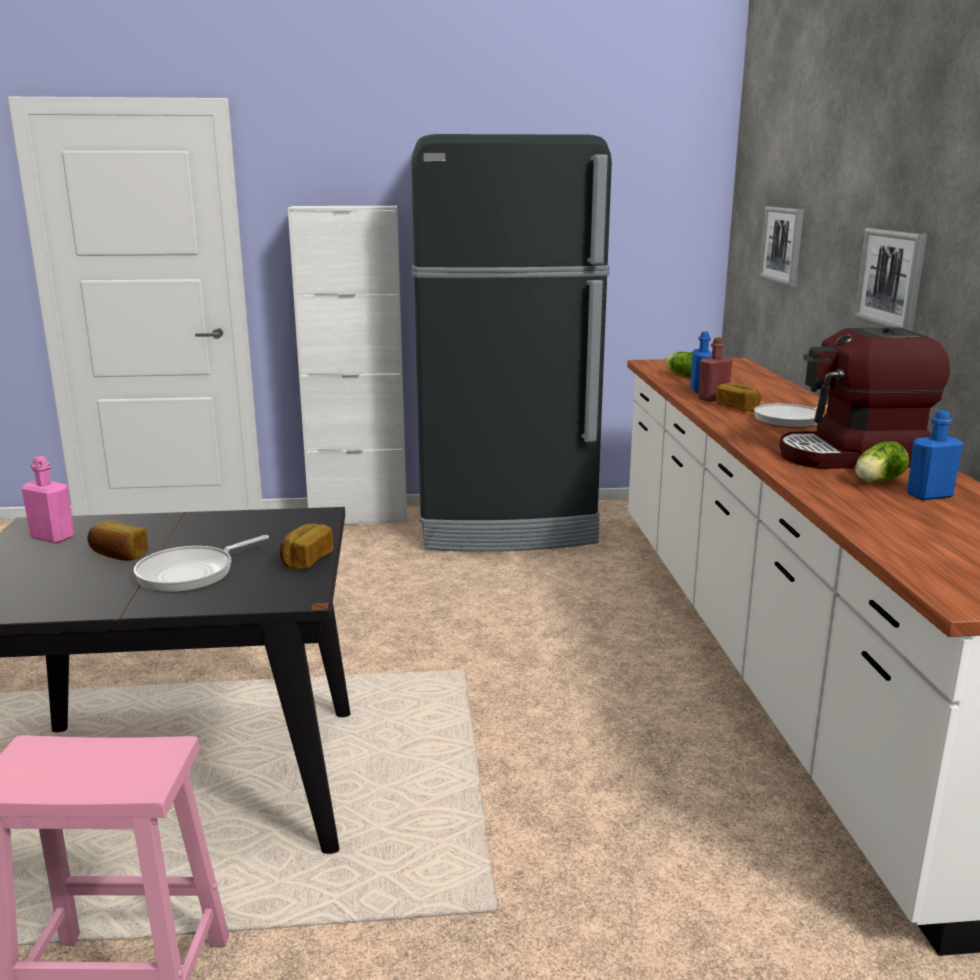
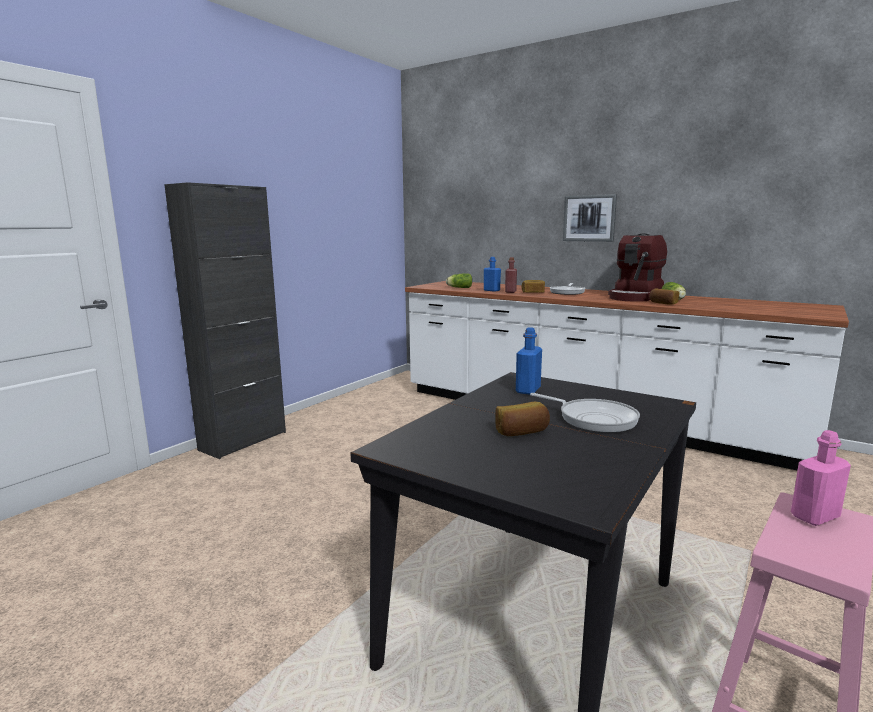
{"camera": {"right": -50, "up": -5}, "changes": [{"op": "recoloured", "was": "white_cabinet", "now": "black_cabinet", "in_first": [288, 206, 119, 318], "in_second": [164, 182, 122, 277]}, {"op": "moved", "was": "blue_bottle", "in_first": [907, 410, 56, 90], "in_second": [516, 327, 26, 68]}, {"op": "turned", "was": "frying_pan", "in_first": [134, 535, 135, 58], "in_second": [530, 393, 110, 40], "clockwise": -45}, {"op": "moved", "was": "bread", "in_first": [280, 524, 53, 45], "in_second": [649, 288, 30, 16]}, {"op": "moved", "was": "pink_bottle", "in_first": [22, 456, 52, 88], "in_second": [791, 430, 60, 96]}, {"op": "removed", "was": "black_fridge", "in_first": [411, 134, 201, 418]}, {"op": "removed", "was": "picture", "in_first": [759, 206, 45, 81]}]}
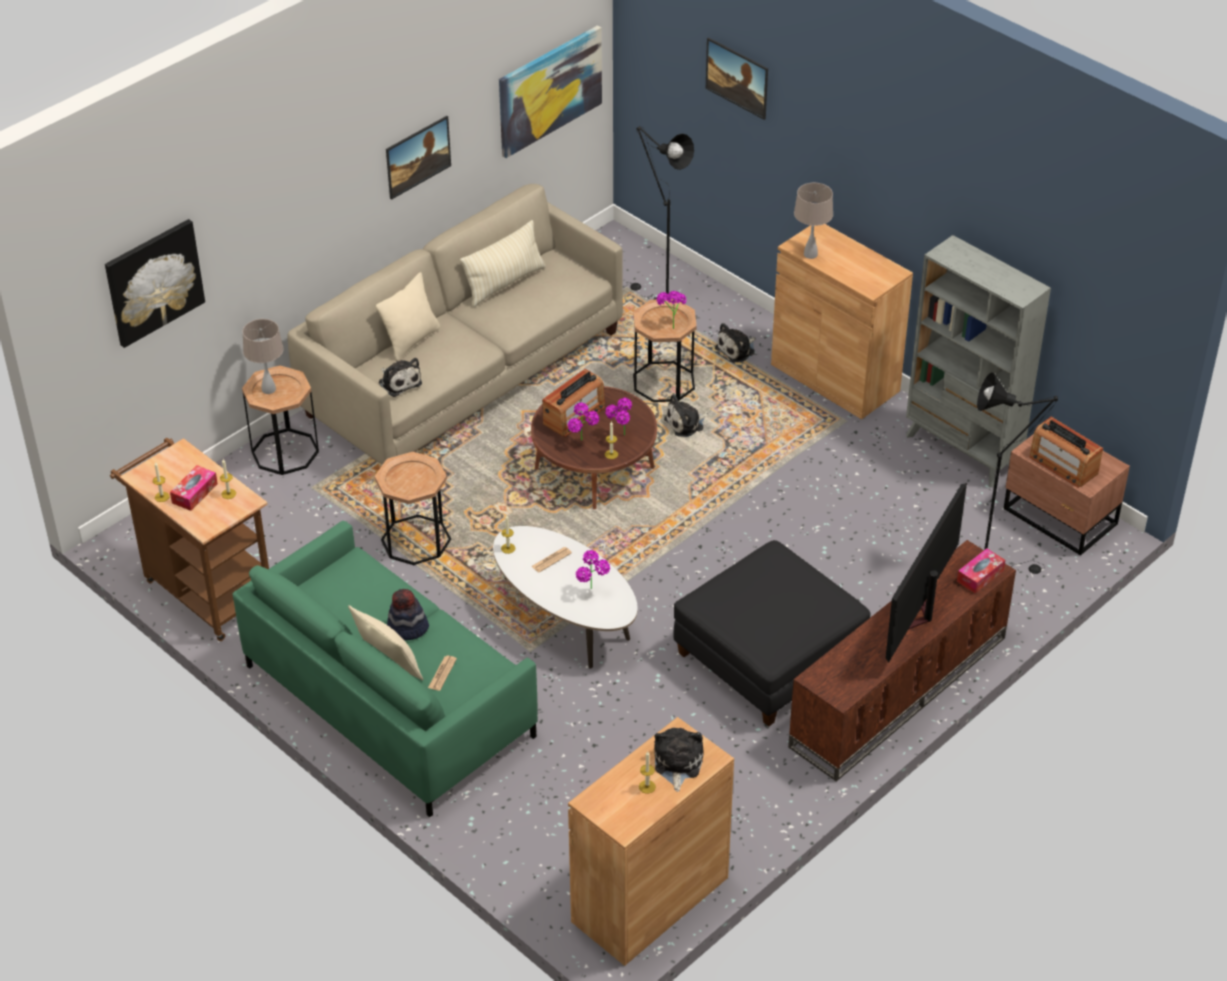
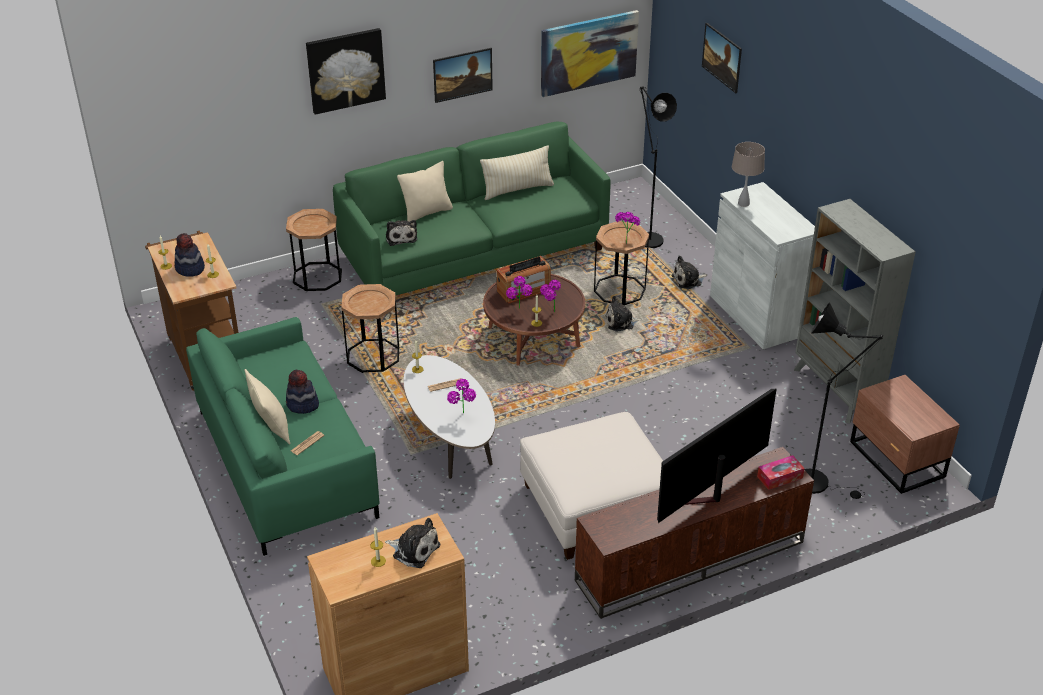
{"camera": {"right": 20, "up": -5}, "changes": [{"op": "replaced", "was": "tissue_box", "now": "hat", "in_first": [170, 465, 48, 46], "in_second": [175, 233, 30, 44]}, {"op": "moved", "was": "picture", "in_first": [105, 219, 100, 129], "in_second": [306, 28, 80, 87]}, {"op": "recoloured", "was": "beige_sofa", "now": "green_sofa", "in_first": [287, 184, 336, 281], "in_second": [333, 122, 278, 173]}, {"op": "turned", "was": "plush_toy", "in_first": [654, 728, 50, 64], "in_second": [385, 518, 55, 50], "clockwise": 90}, {"op": "recoloured", "was": "black_ottoman", "now": "white_ottoman", "in_first": [674, 540, 197, 186], "in_second": [520, 412, 143, 148]}, {"op": "recoloured", "was": "brown_cabinet", "now": "white_cabinet", "in_first": [771, 224, 142, 195], "in_second": [710, 182, 105, 167]}, {"op": "removed", "was": "beige_table_lamp", "in_first": [242, 319, 42, 75]}, {"op": "removed", "was": "radio", "in_first": [1030, 417, 73, 71]}]}
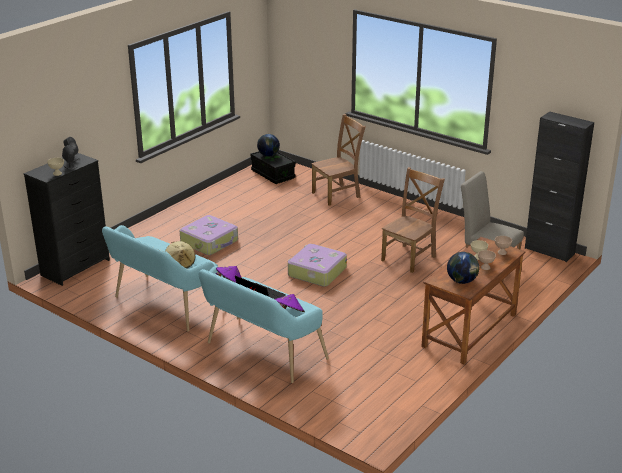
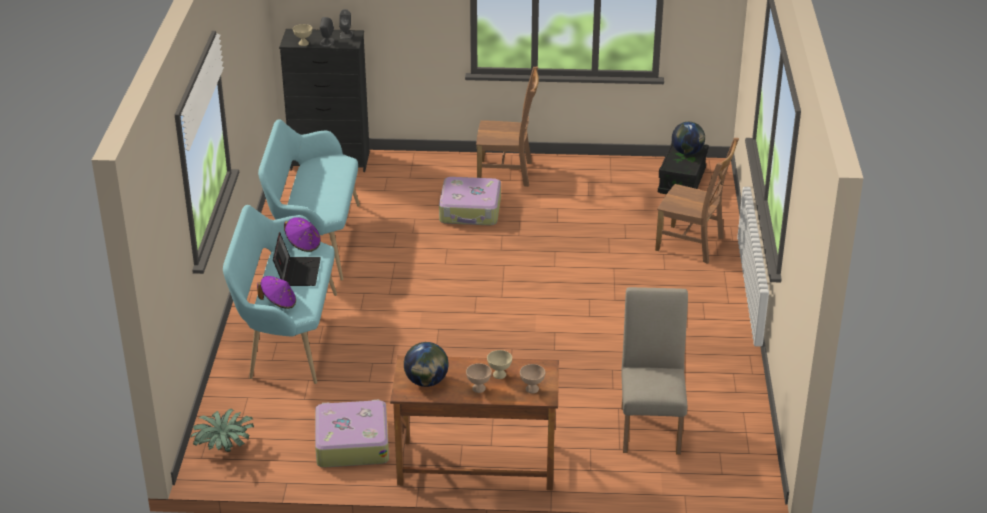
{"camera": {"right": 55, "up": 5}, "changes": [{"op": "added", "now": "potted_plant", "in_second": [191, 409, 63, 43]}, {"op": "moved", "was": "suitcase", "in_first": [288, 244, 59, 43], "in_second": [315, 400, 74, 67]}, {"op": "moved", "was": "brown_chair", "in_first": [381, 167, 64, 106], "in_second": [476, 66, 63, 121]}, {"op": "removed", "was": "beige_hat", "in_first": [166, 241, 30, 28]}, {"op": "removed", "was": "black_cabinet", "in_first": [525, 112, 69, 150]}]}
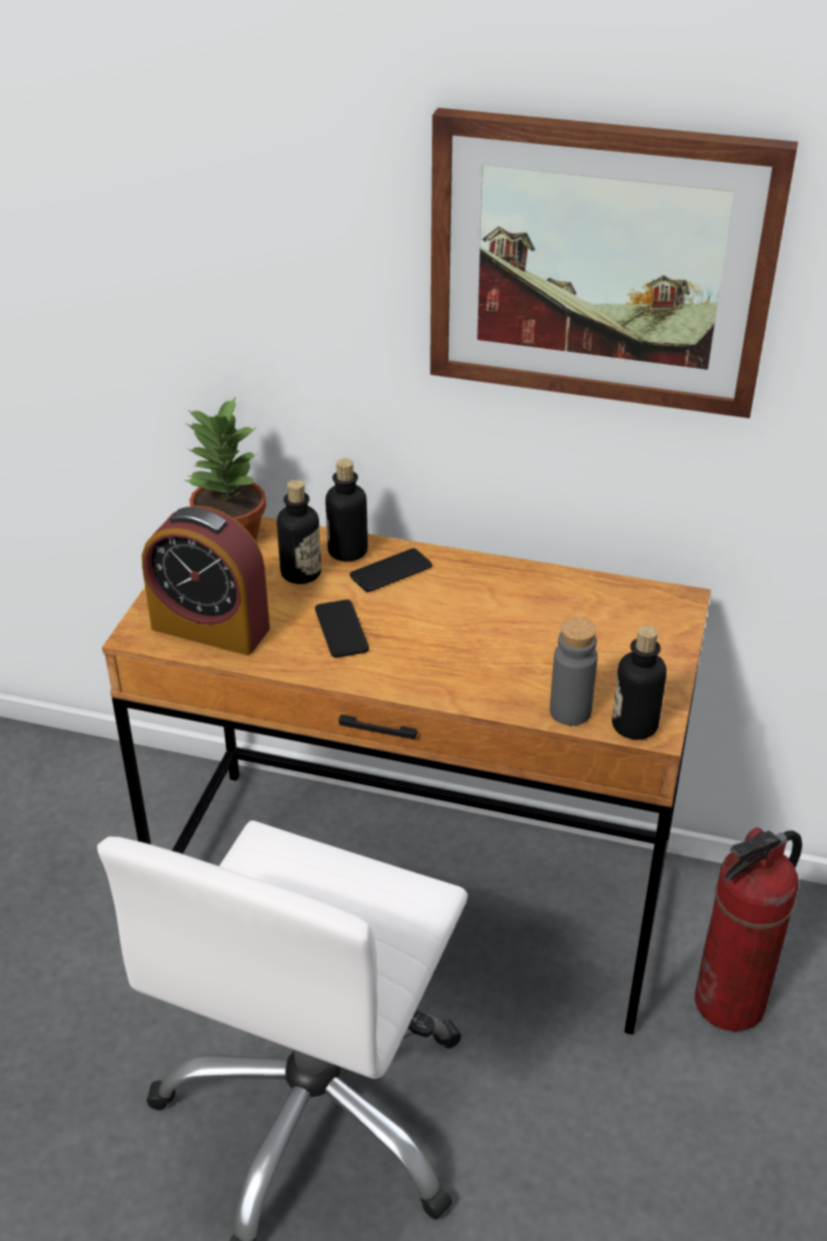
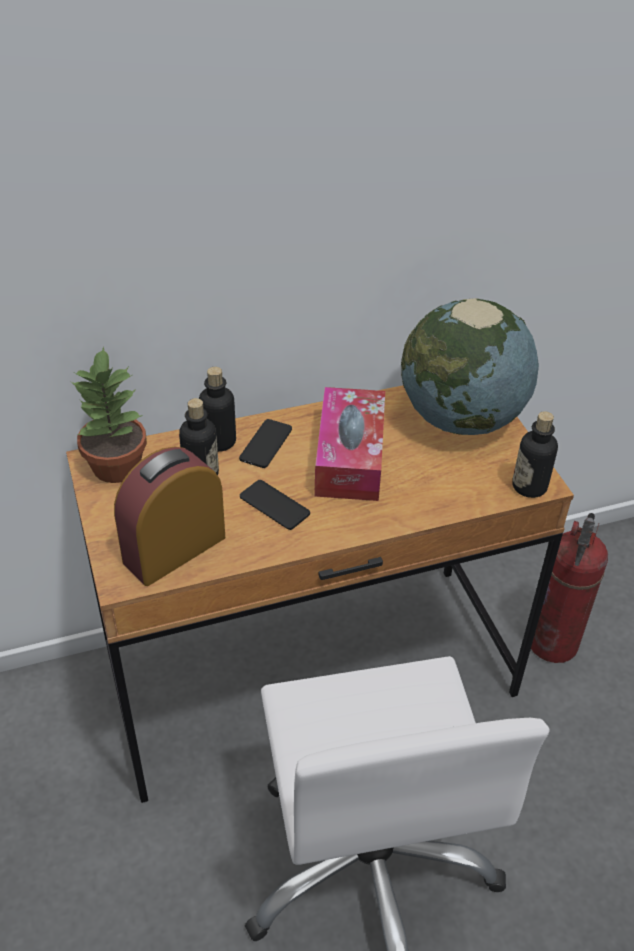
{"camera": {"right": -35, "up": 5}, "changes": [{"op": "turned", "was": "alarm_clock", "in_first": [142, 505, 128, 150], "in_second": [114, 446, 111, 140], "clockwise": 150}, {"op": "added", "now": "tissue_box", "in_second": [314, 387, 71, 114]}, {"op": "added", "now": "globe", "in_second": [401, 298, 138, 137]}, {"op": "removed", "was": "picture", "in_first": [430, 108, 368, 310]}, {"op": "removed", "was": "grey_bottle", "in_first": [550, 617, 48, 109]}]}
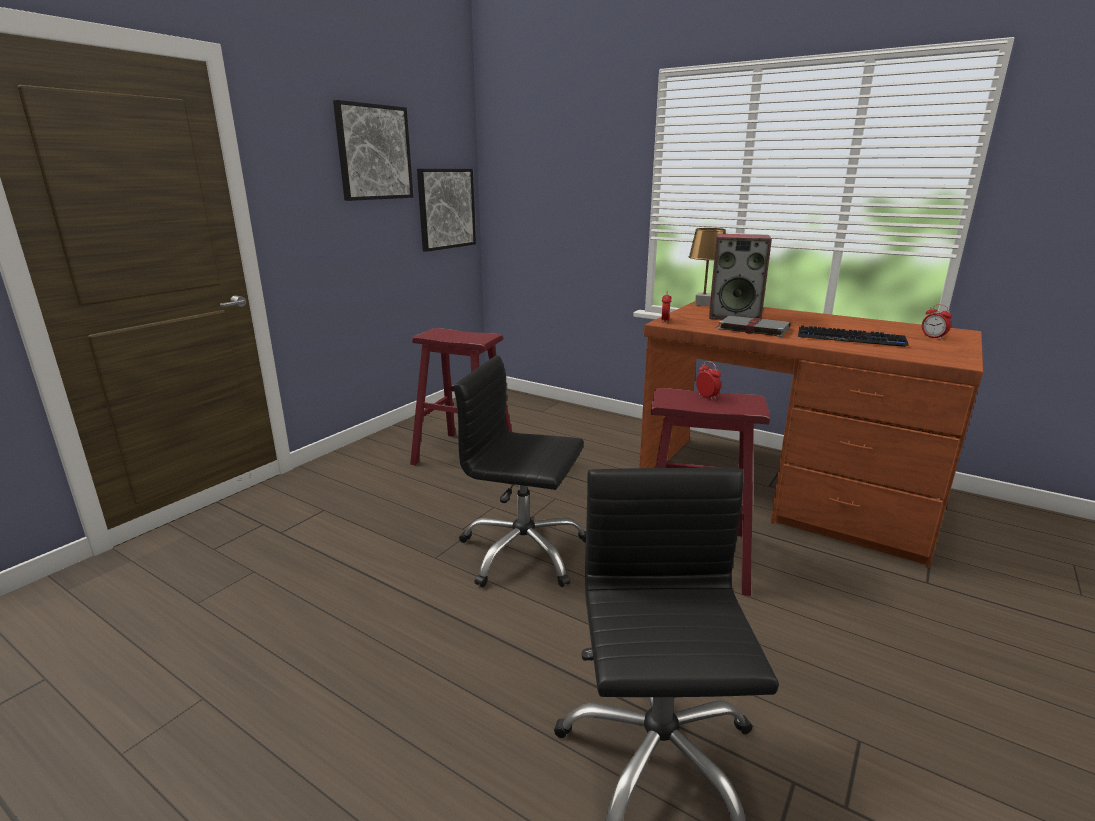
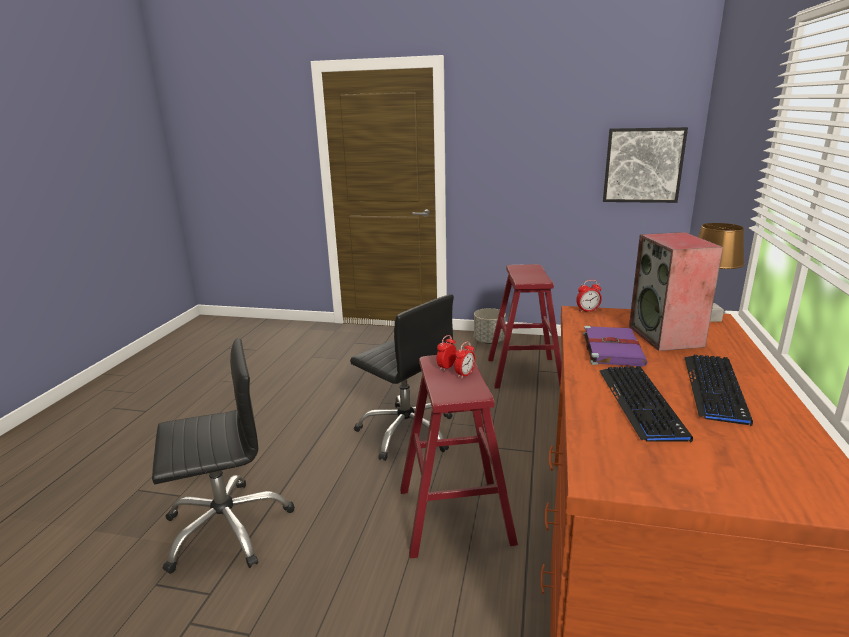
{"camera": {"right": 70, "up": 0}, "changes": [{"op": "turned", "was": "black_office_chair", "in_first": [453, 355, 133, 232], "in_second": [350, 294, 104, 167], "clockwise": 135}, {"op": "moved", "was": "alarm_clock", "in_first": [922, 304, 30, 36], "in_second": [436, 335, 21, 36]}, {"op": "added", "now": "grey_planter", "in_second": [474, 308, 32, 36]}, {"op": "recoloured", "was": "grey_book", "now": "purple_book", "in_first": [715, 315, 76, 22], "in_second": [583, 326, 65, 40]}, {"op": "added", "now": "keyboard", "in_second": [684, 355, 69, 71]}, {"op": "removed", "was": "picture", "in_first": [333, 100, 80, 101]}]}
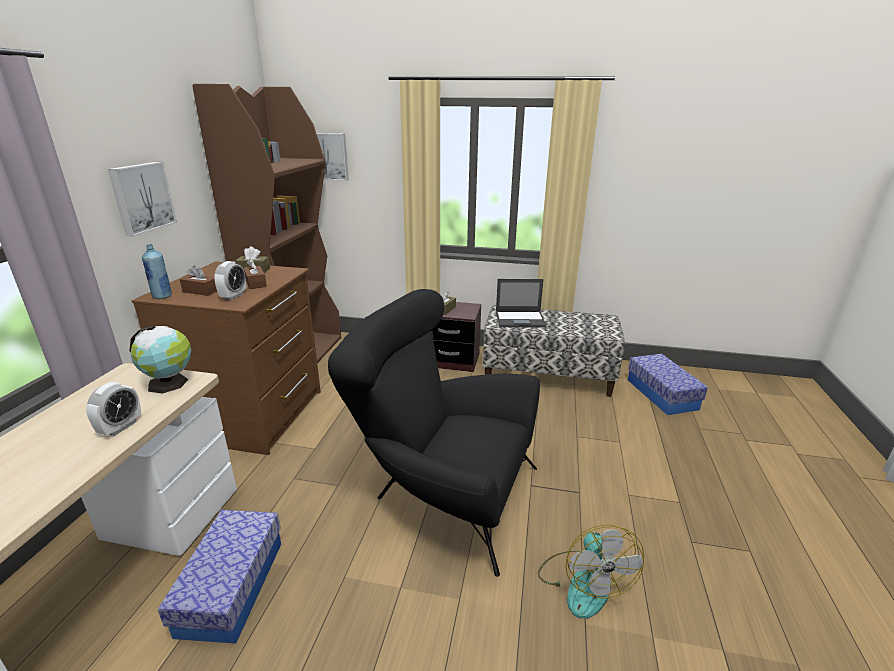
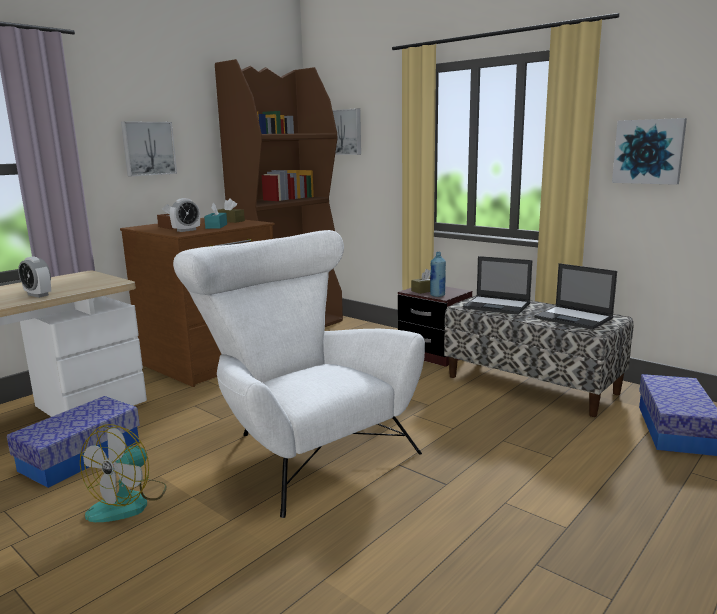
{"camera": {"right": 30, "up": -10}, "changes": [{"op": "turned", "was": "alarm_clock", "in_first": [86, 382, 55, 54], "in_second": [18, 257, 33, 41], "clockwise": 75}, {"op": "moved", "was": "fan", "in_first": [538, 525, 106, 94], "in_second": [80, 424, 87, 98]}, {"op": "recoloured", "was": "black_armchair", "now": "white_armchair", "in_first": [328, 289, 212, 288], "in_second": [173, 230, 252, 288]}, {"op": "recoloured", "was": "brown_tissue_box", "now": "turquoise_tissue_box", "in_first": [244, 258, 23, 31], "in_second": [204, 203, 23, 26]}, {"op": "moved", "was": "blue_bottle", "in_first": [142, 244, 30, 55], "in_second": [430, 252, 16, 45]}, {"op": "added", "now": "laptop", "in_second": [534, 263, 83, 67]}, {"op": "added", "now": "picture", "in_second": [612, 118, 75, 67]}, {"op": "removed", "was": "globe", "in_first": [130, 325, 61, 69]}]}
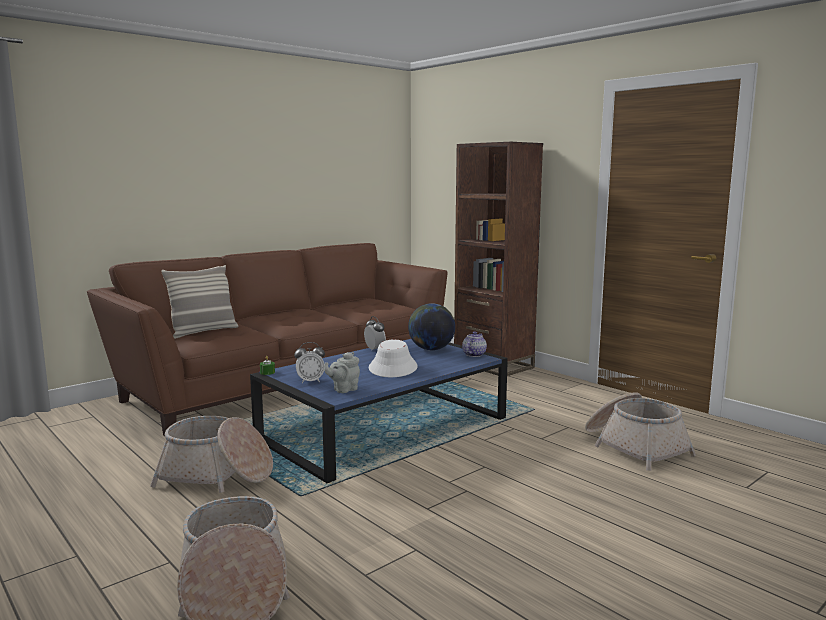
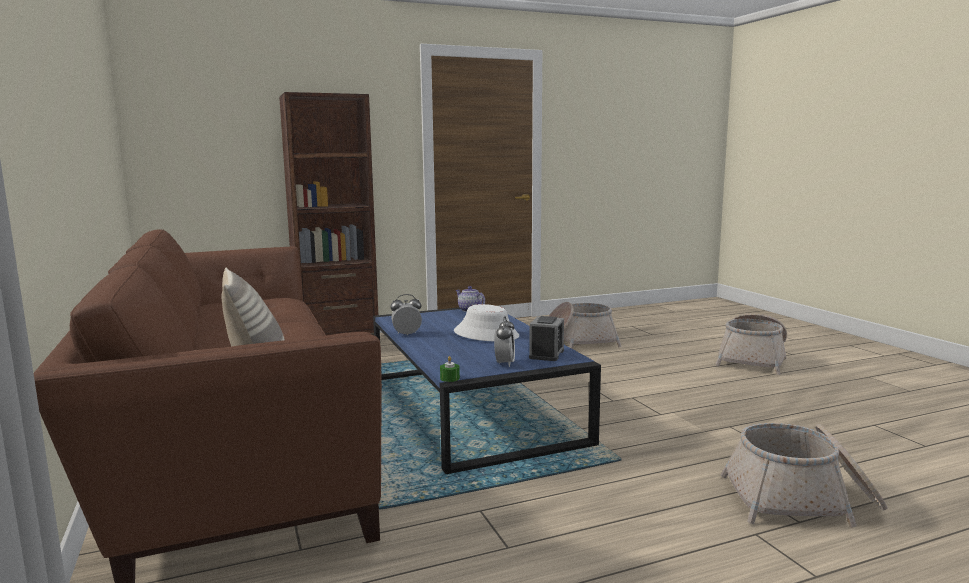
{"camera": {"right": -70, "up": 0}, "changes": [{"op": "replaced", "was": "grey_teapot", "now": "alarm_clock", "in_first": [324, 352, 36, 41], "in_second": [529, 316, 35, 45]}, {"op": "moved", "was": "basket", "in_first": [150, 416, 123, 77], "in_second": [715, 313, 72, 62]}, {"op": "removed", "was": "globe", "in_first": [408, 303, 47, 47]}]}
